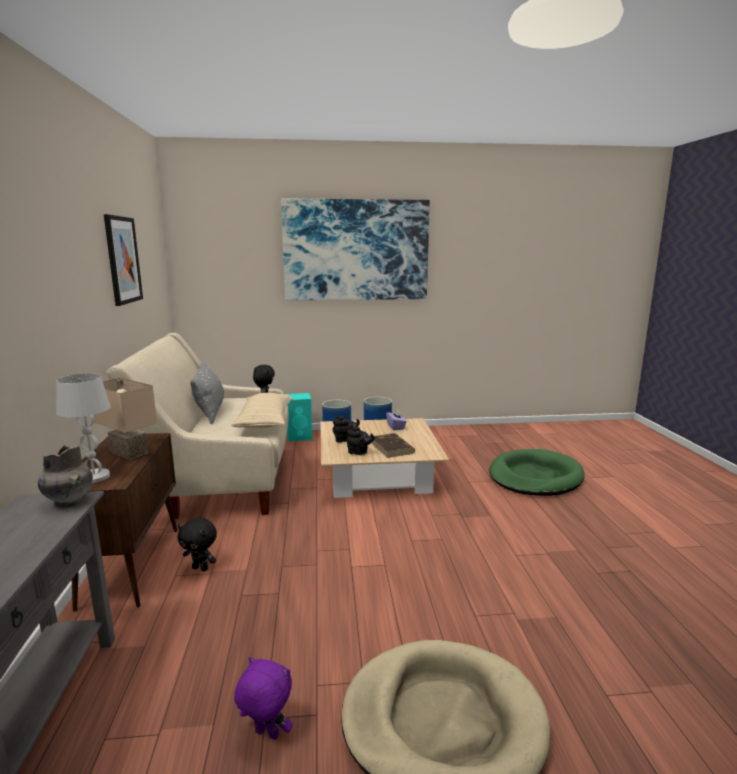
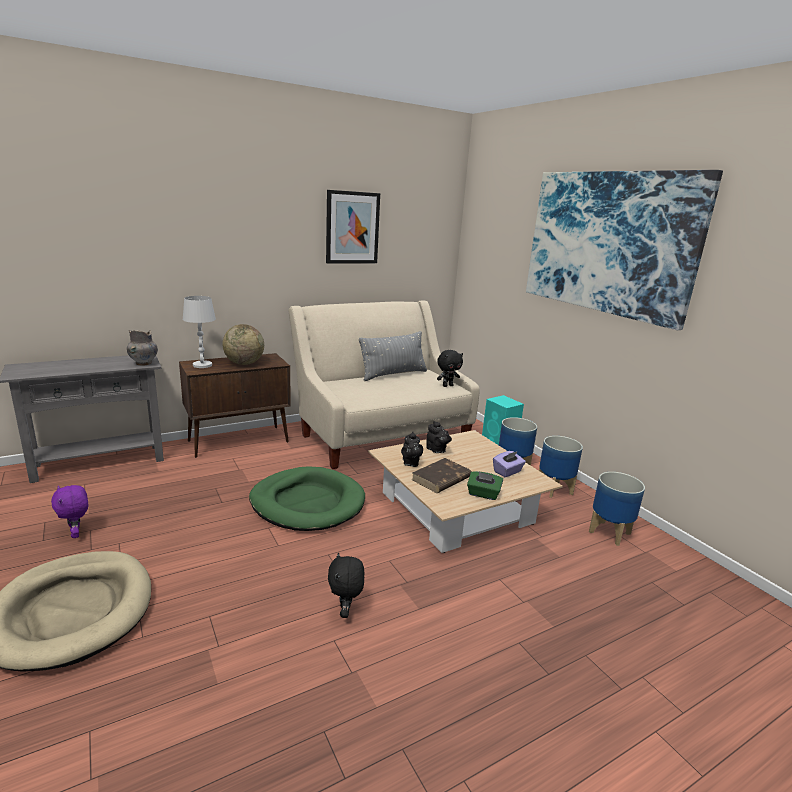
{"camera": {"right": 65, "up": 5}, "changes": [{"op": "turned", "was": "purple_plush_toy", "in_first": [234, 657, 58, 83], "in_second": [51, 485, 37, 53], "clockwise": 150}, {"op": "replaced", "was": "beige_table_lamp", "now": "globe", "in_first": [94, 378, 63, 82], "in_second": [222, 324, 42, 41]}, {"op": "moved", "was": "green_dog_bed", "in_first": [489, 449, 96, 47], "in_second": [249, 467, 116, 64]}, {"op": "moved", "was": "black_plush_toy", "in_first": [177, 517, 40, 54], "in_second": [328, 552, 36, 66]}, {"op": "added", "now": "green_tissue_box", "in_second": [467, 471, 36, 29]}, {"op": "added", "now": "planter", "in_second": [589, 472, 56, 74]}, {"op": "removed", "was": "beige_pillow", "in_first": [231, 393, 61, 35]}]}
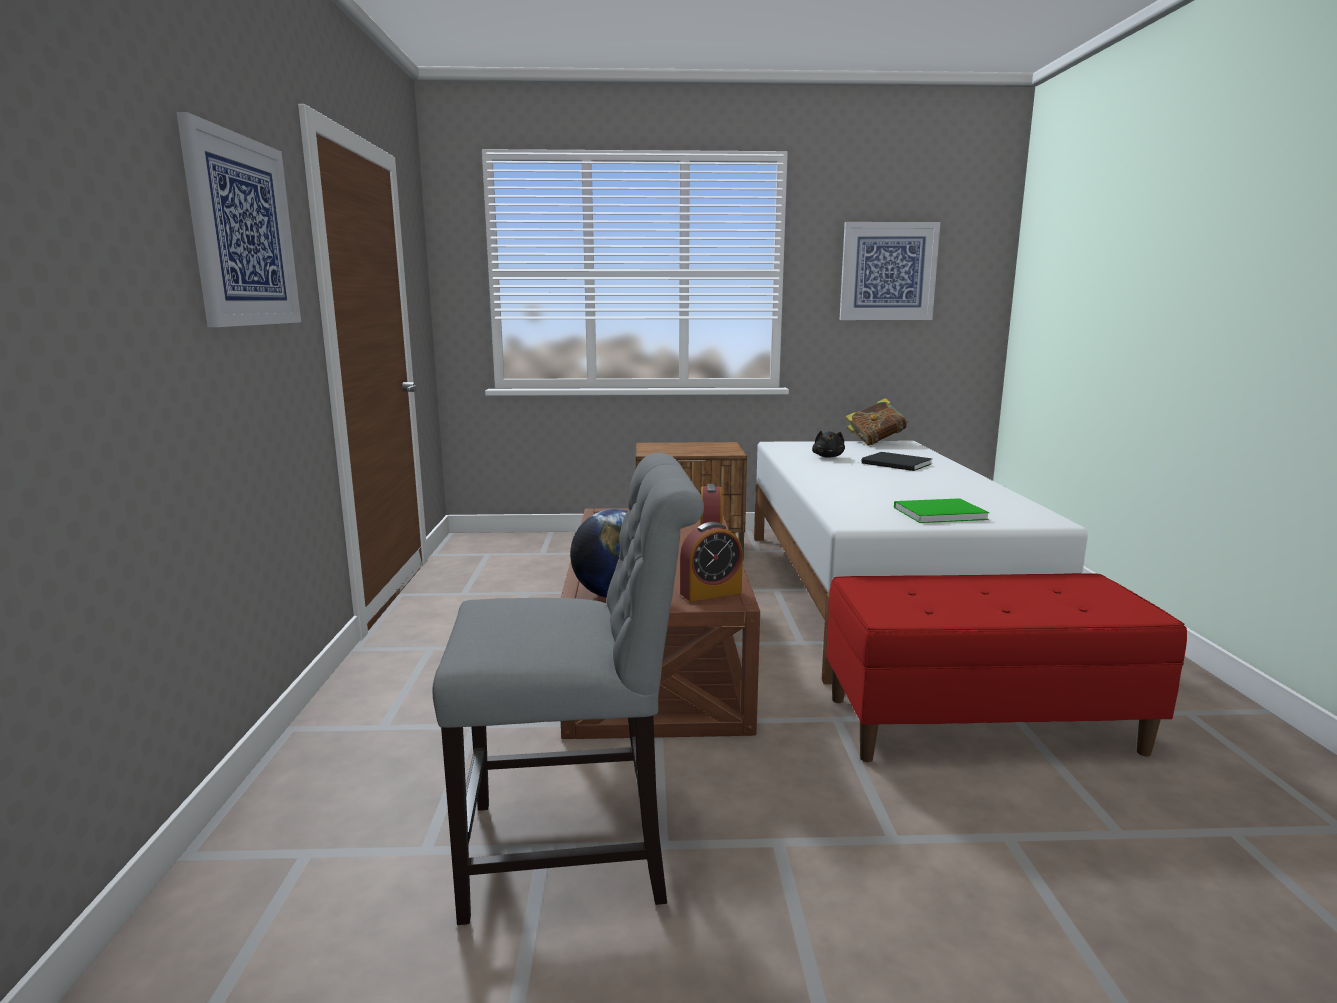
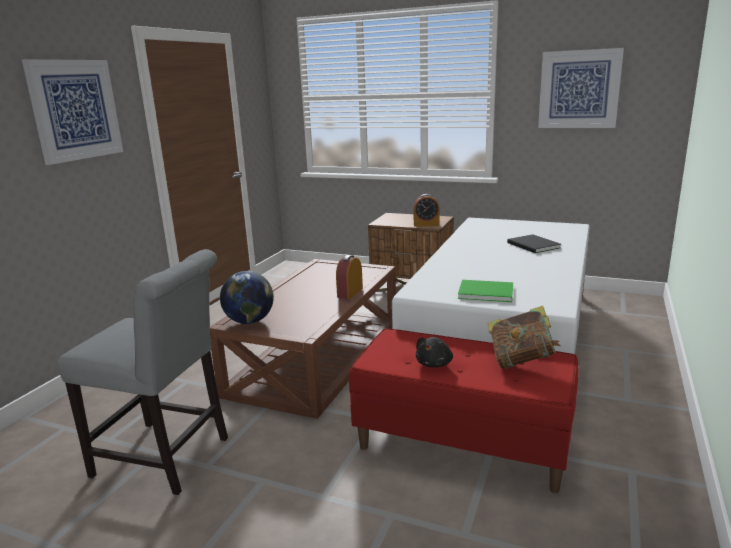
{"camera": {"right": 25, "up": 5}, "changes": [{"op": "moved", "was": "alarm_clock", "in_first": [680, 522, 63, 80], "in_second": [414, 194, 25, 33]}, {"op": "moved", "was": "black_plush_toy", "in_first": [812, 431, 33, 27], "in_second": [416, 337, 37, 30]}, {"op": "moved", "was": "book", "in_first": [846, 398, 62, 48], "in_second": [488, 306, 73, 63]}]}
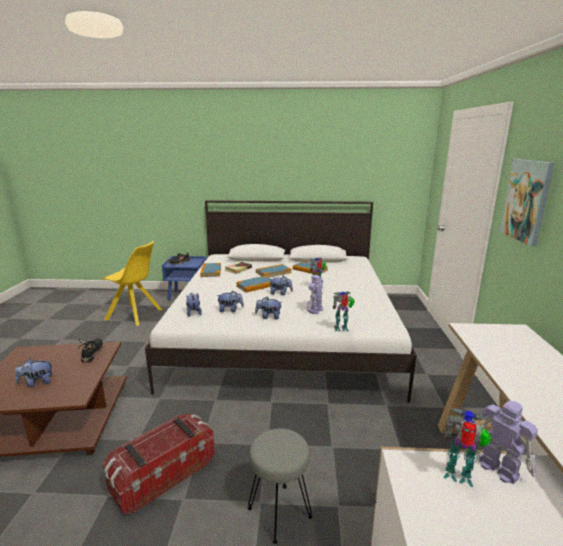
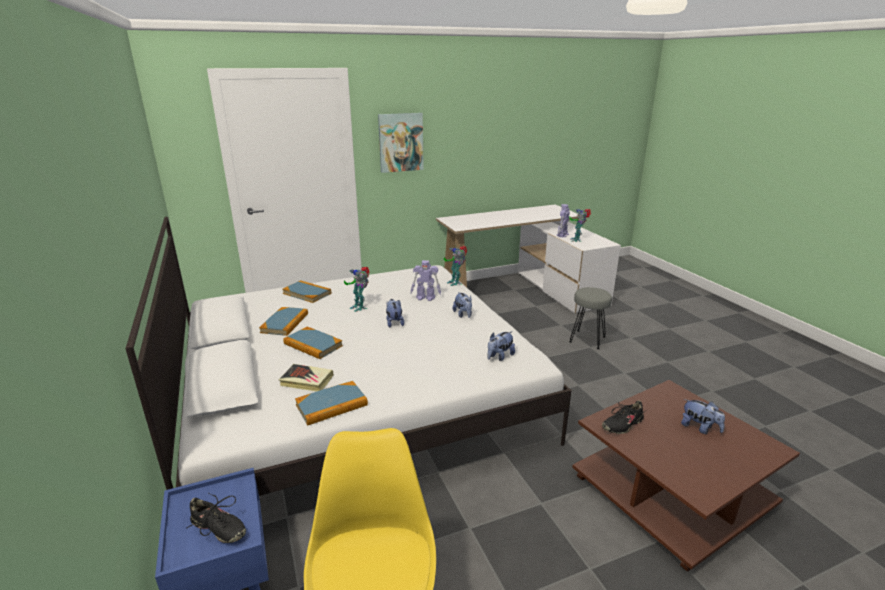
{"camera": {"right": -115, "up": 5}, "changes": [{"op": "moved", "was": "book", "in_first": [236, 276, 35, 16], "in_second": [282, 280, 49, 23]}, {"op": "removed", "was": "storage_box", "in_first": [103, 414, 112, 101]}, {"op": "removed", "was": "plush_toy", "in_first": [216, 290, 28, 22]}]}
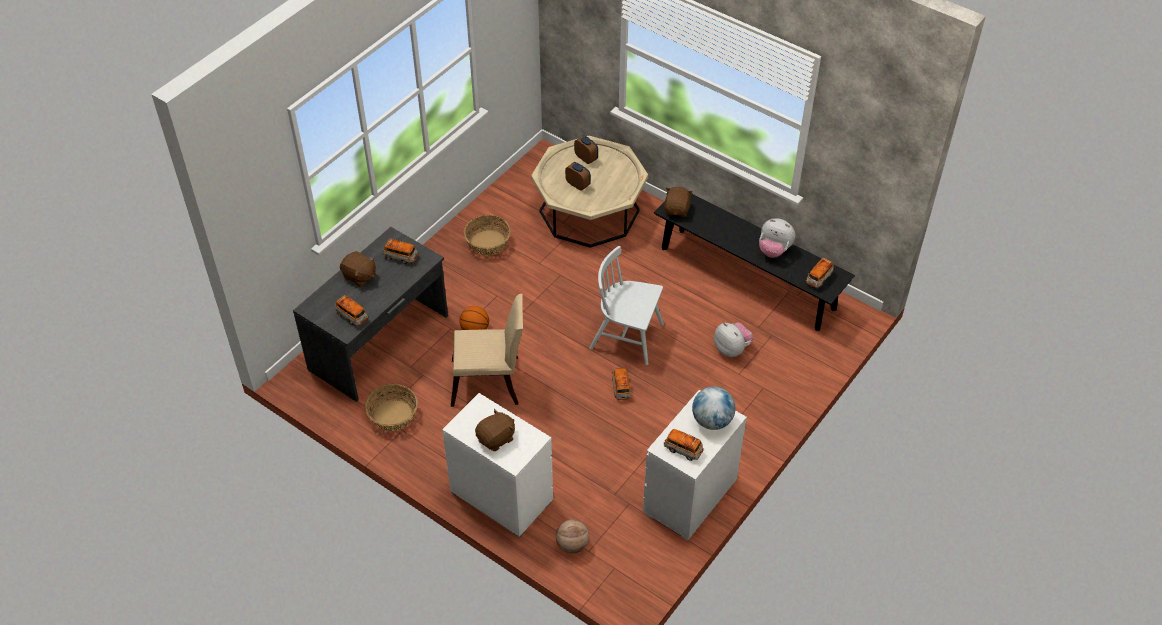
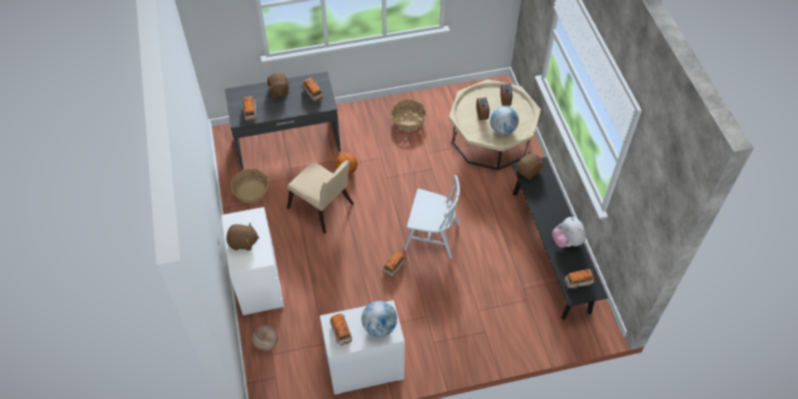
{"camera": {"right": 40, "up": 5}, "changes": [{"op": "turned", "was": "white_chair", "in_first": [589, 246, 75, 119], "in_second": [404, 175, 56, 84], "clockwise": 135}, {"op": "added", "now": "globe", "in_second": [490, 106, 29, 29]}, {"op": "removed", "was": "plush_toy", "in_first": [714, 322, 39, 35]}]}
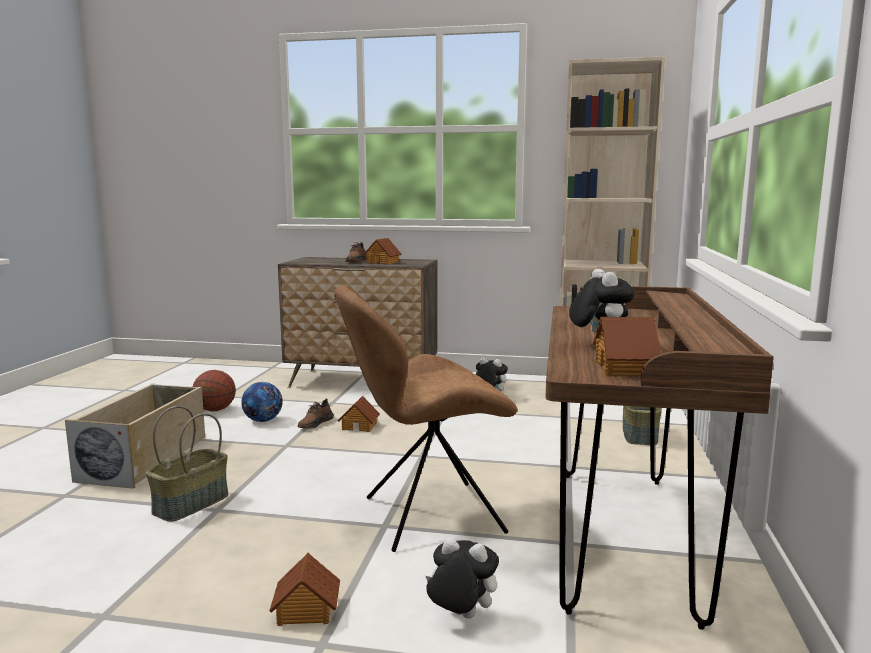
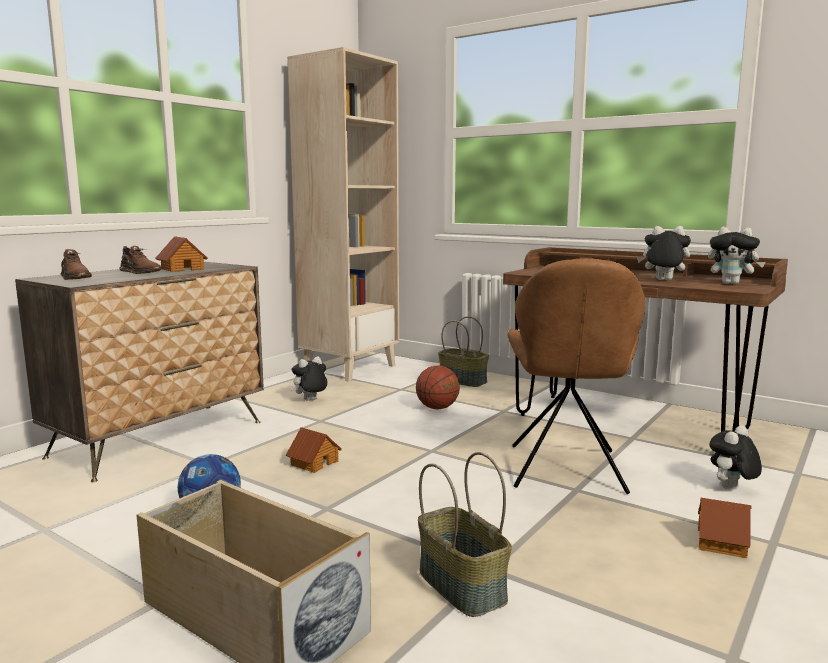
{"camera": {"right": -65, "up": 0}, "changes": [{"op": "moved", "was": "brown_shoe", "in_first": [297, 398, 37, 31], "in_second": [61, 249, 31, 31]}, {"op": "moved", "was": "basketball", "in_first": [193, 370, 43, 41], "in_second": [416, 365, 44, 45]}, {"op": "replaced", "was": "toy_house", "now": "plush_toy", "in_first": [593, 317, 68, 58], "in_second": [708, 227, 57, 57]}]}
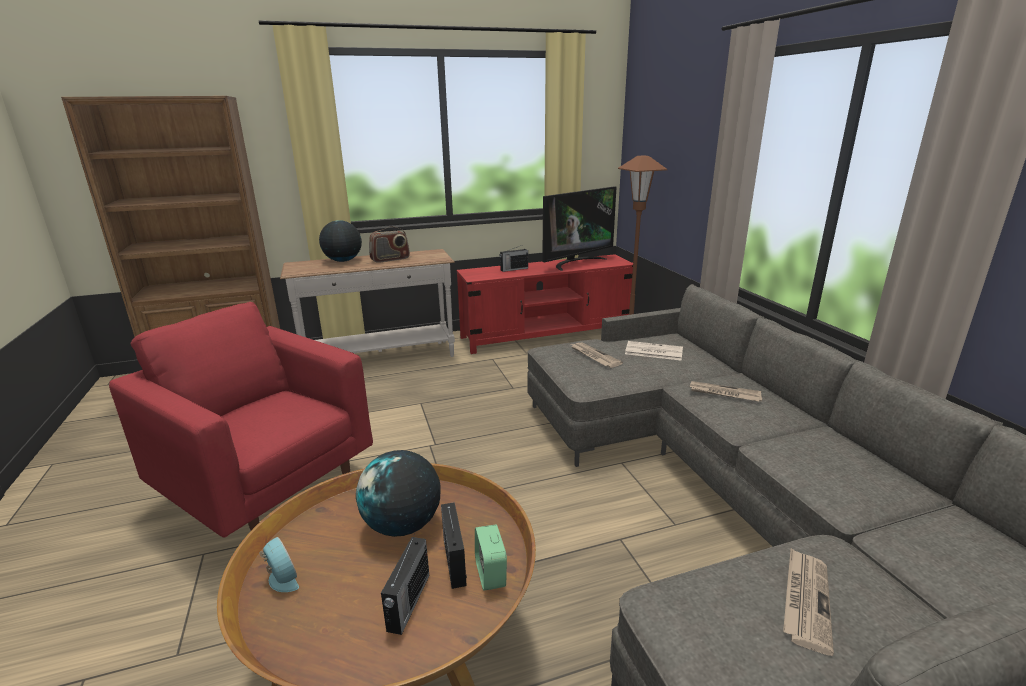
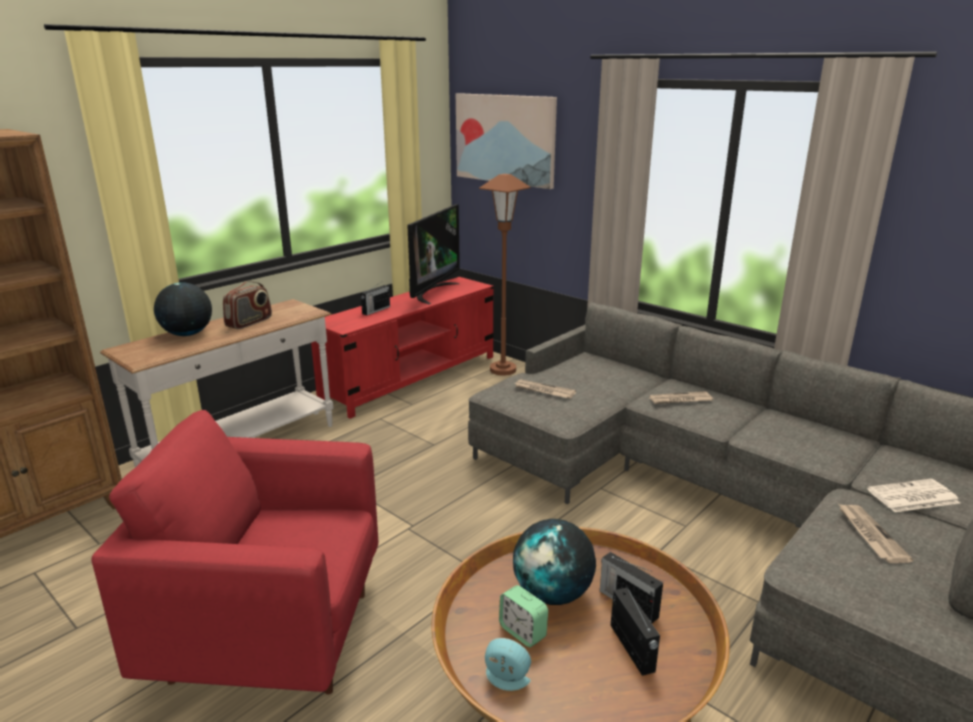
{"camera": {"right": -30, "up": 0}, "changes": [{"op": "added", "now": "picture", "in_second": [456, 93, 101, 96]}, {"op": "moved", "was": "alarm_clock", "in_first": [475, 525, 32, 66], "in_second": [499, 585, 49, 62]}, {"op": "moved", "was": "newspaper", "in_first": [625, 341, 58, 20], "in_second": [867, 479, 93, 33]}]}
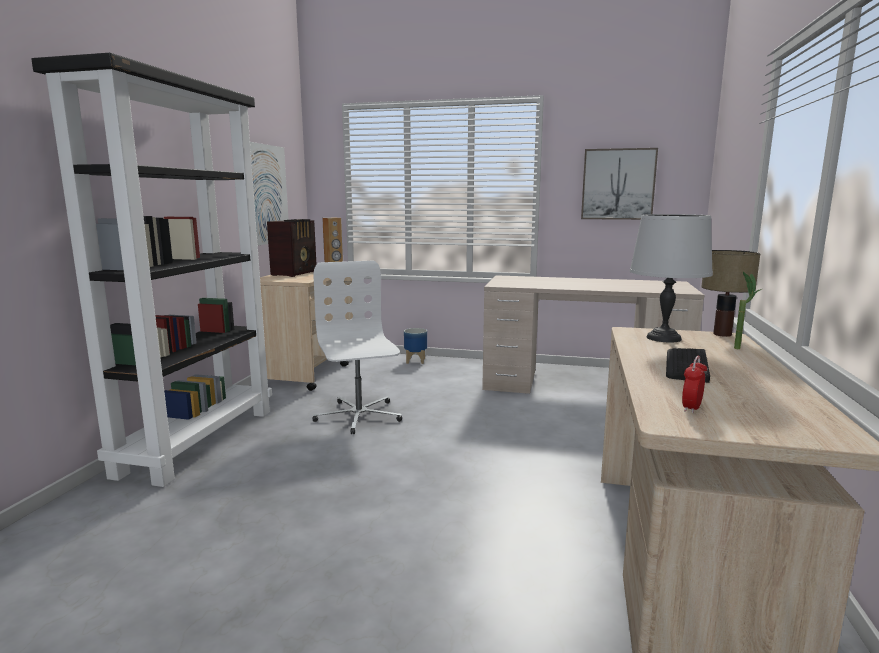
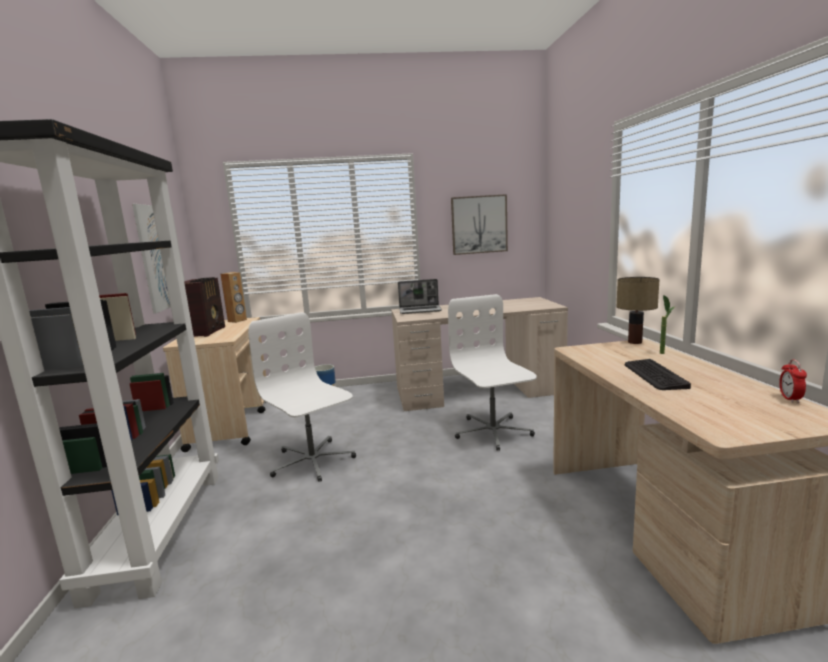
{"camera": {"right": -20, "up": 0}, "changes": [{"op": "added", "now": "laptop", "in_second": [398, 279, 44, 35]}, {"op": "added", "now": "white_office_chair", "in_second": [448, 294, 89, 157]}, {"op": "moved", "was": "alarm_clock", "in_first": [682, 356, 25, 57], "in_second": [779, 359, 28, 44]}, {"op": "removed", "was": "grey_table_lamp", "in_first": [630, 214, 83, 129]}]}
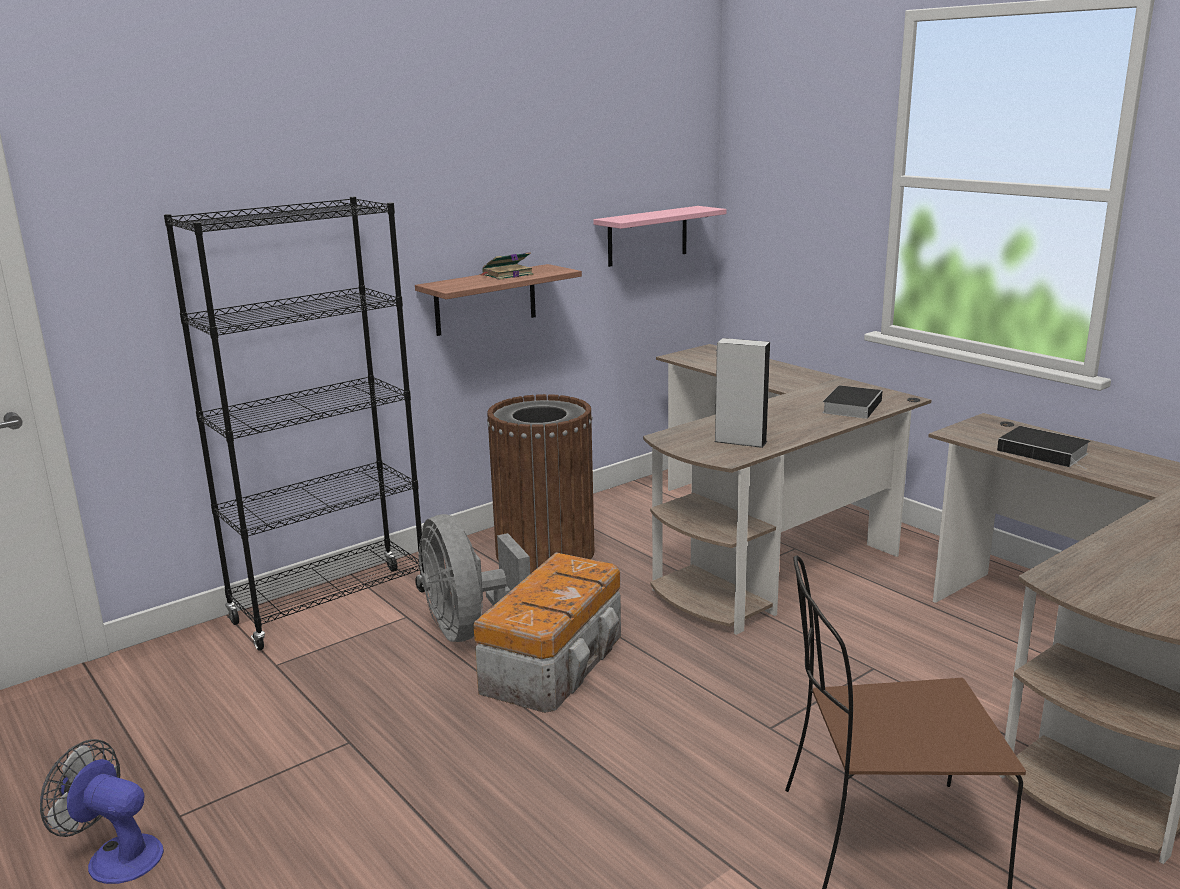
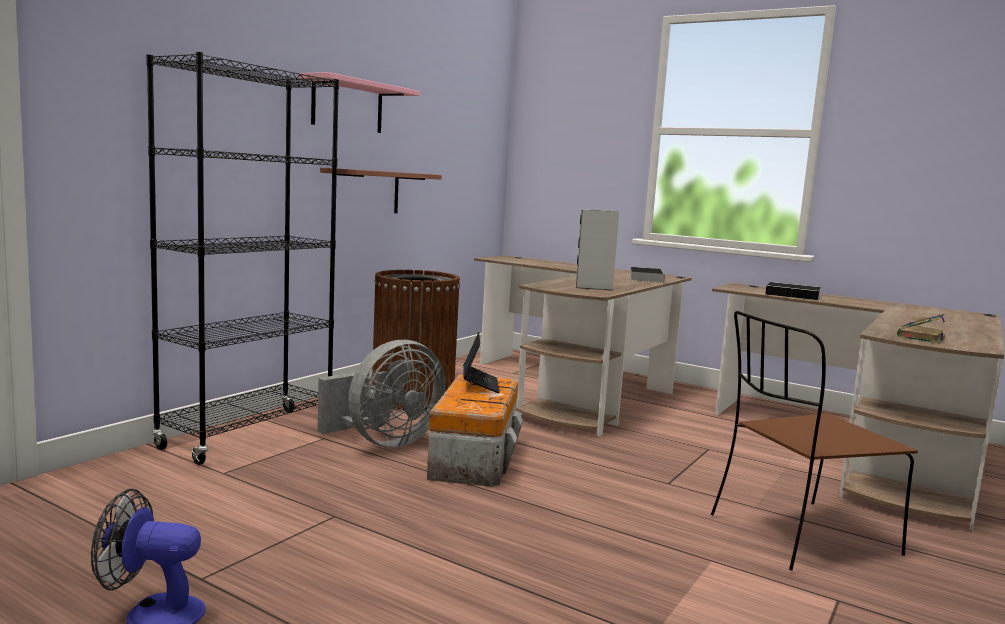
{"camera": {"right": -20, "up": -10}, "changes": [{"op": "moved", "was": "pink_shelf", "in_first": [593, 206, 133, 61], "in_second": [298, 72, 122, 61]}, {"op": "turned", "was": "grey_fan", "in_first": [418, 514, 112, 128], "in_second": [317, 340, 129, 108], "clockwise": -90}, {"op": "added", "now": "laptop", "in_second": [463, 332, 37, 61]}, {"op": "moved", "was": "book", "in_first": [479, 252, 54, 28], "in_second": [897, 313, 48, 30]}]}
